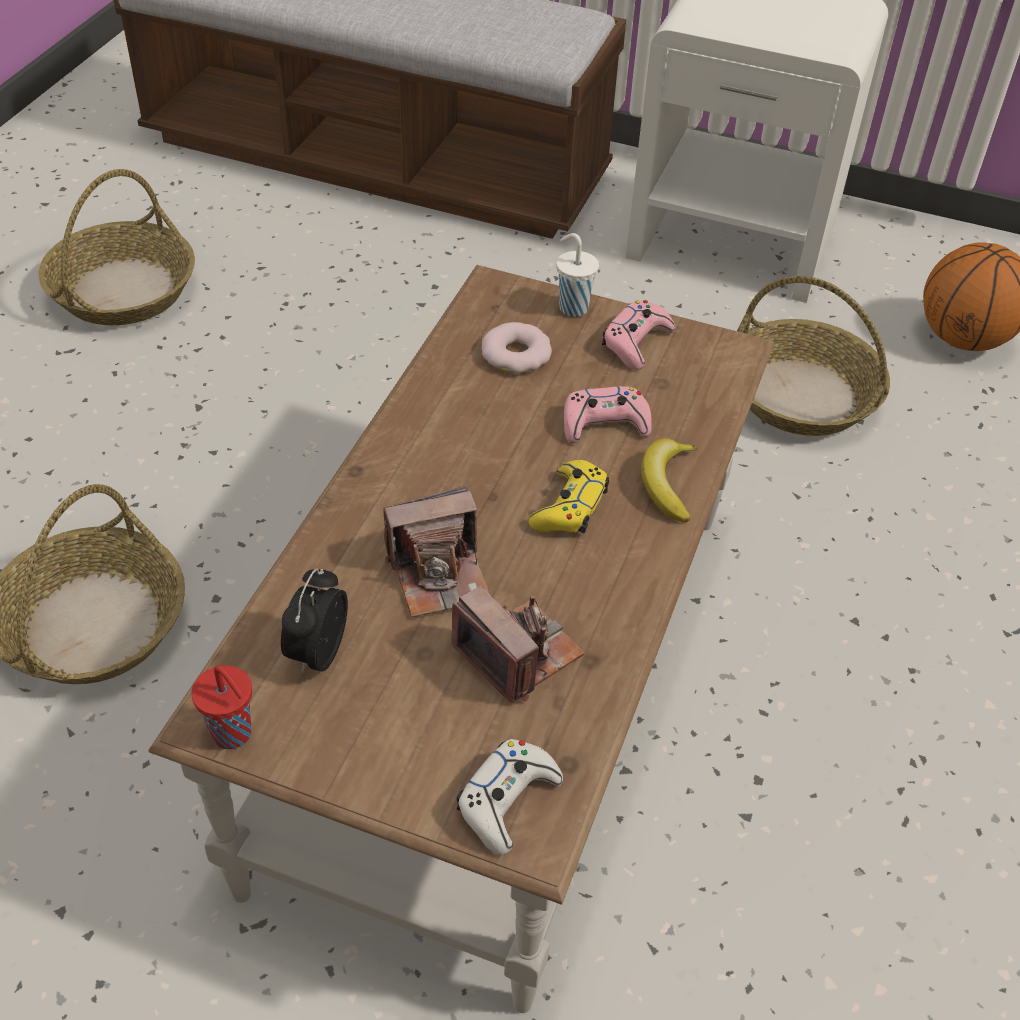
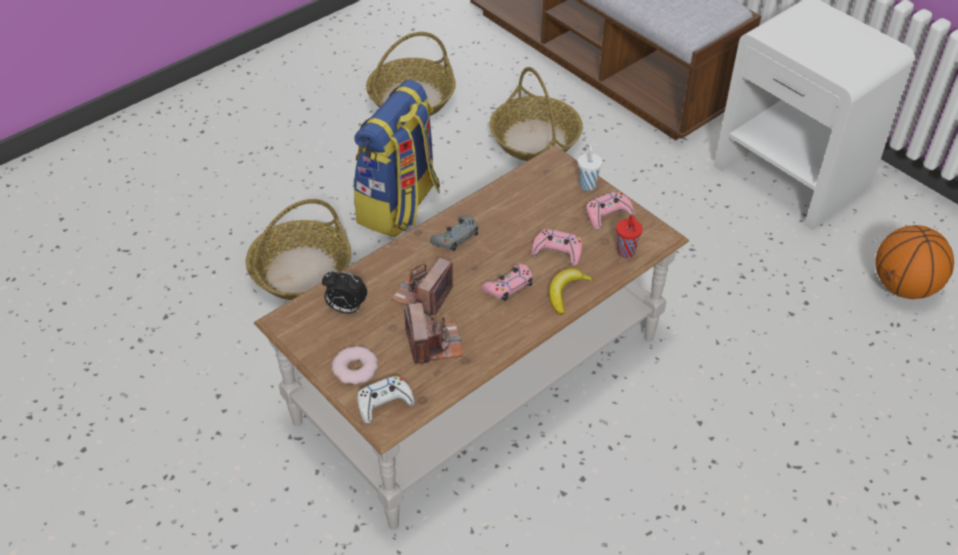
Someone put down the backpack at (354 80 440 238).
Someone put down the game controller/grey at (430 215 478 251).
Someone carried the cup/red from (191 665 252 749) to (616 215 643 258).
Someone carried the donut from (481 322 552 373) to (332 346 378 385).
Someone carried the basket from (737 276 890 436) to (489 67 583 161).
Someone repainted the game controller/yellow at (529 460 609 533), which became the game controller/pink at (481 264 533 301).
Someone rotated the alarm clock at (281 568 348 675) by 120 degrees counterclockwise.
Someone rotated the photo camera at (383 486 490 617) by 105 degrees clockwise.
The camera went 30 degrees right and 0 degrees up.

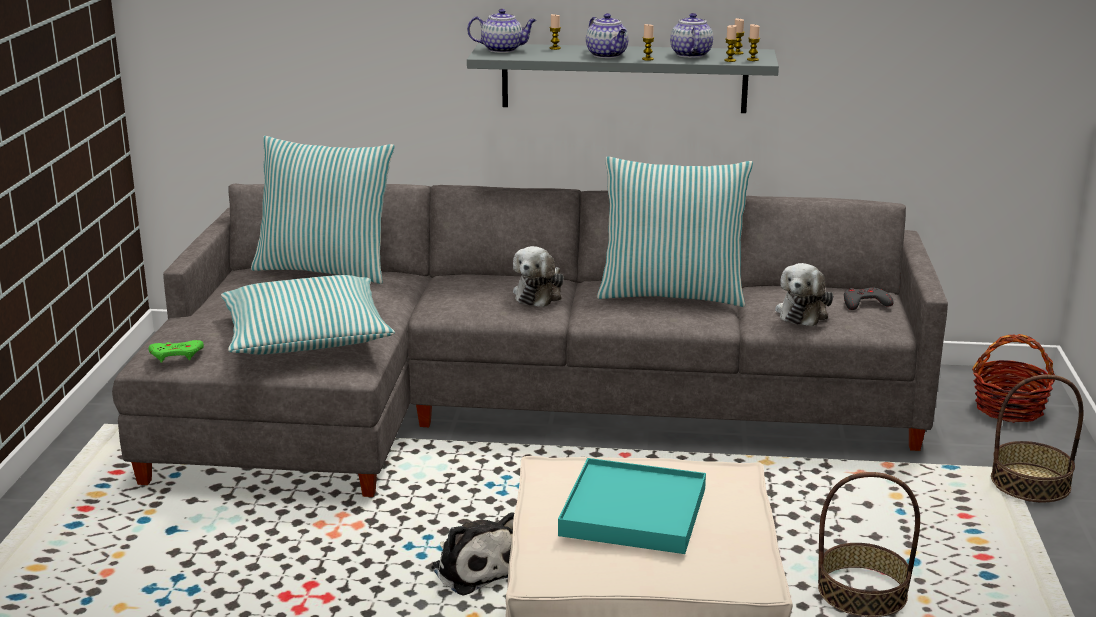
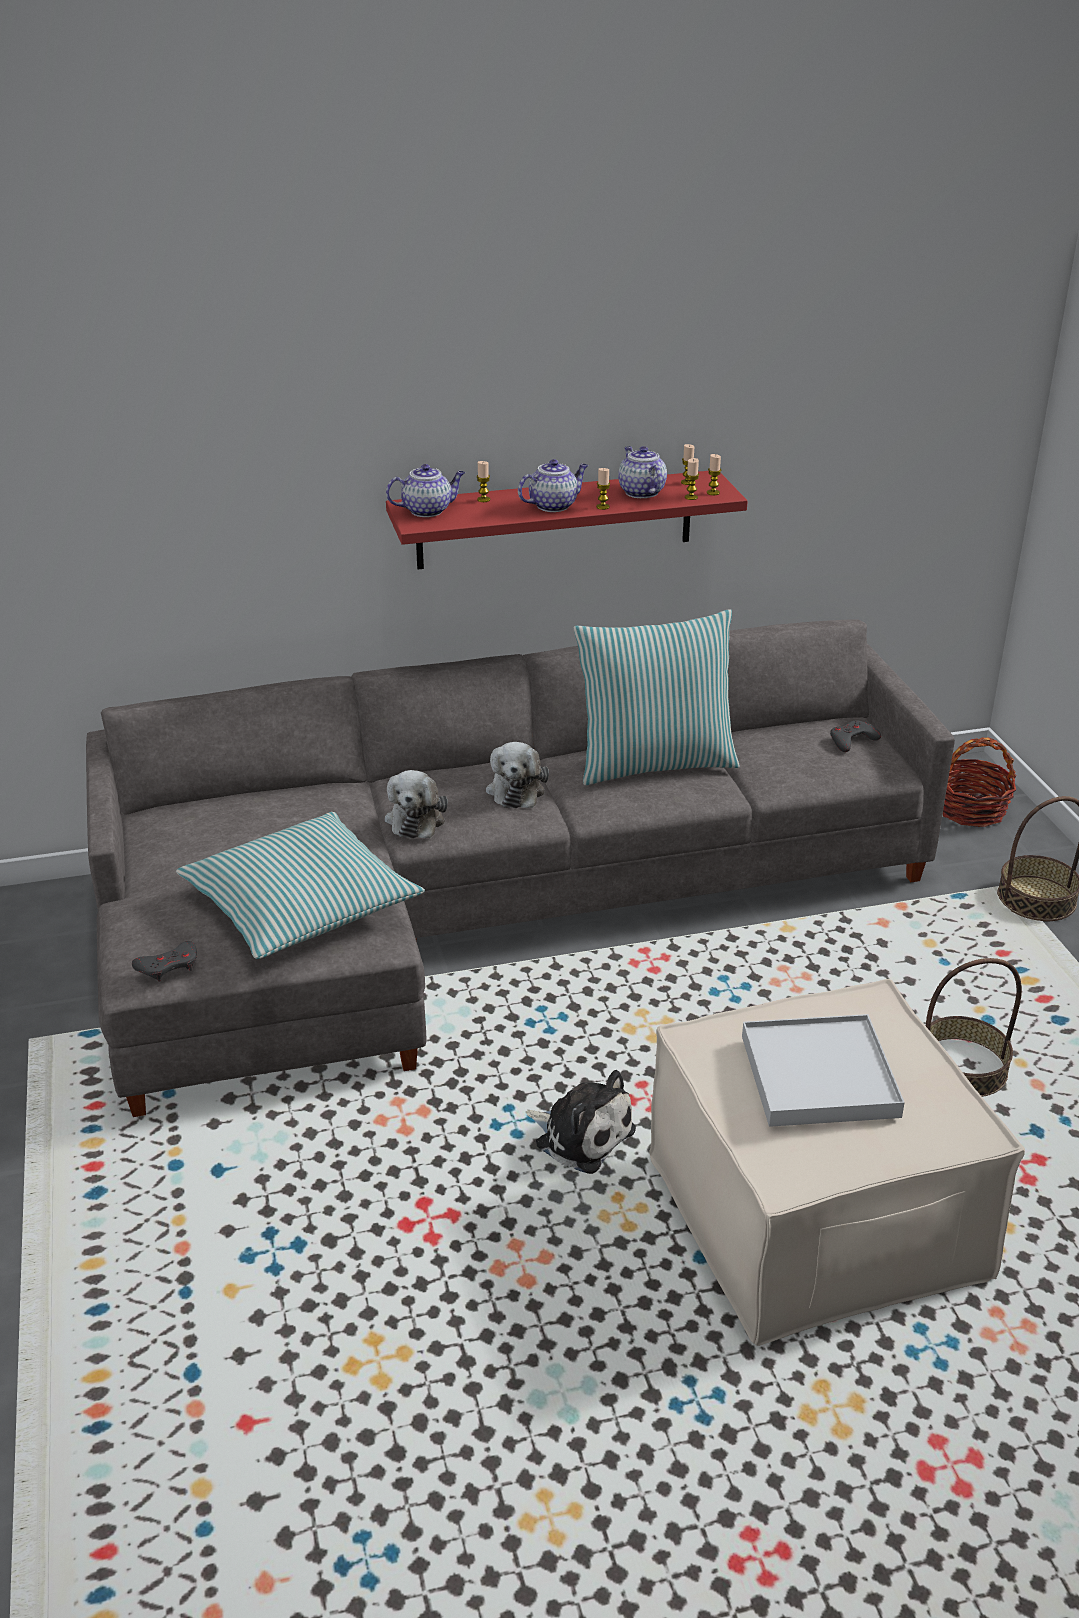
Someone took away the pillow at (251 136 394 284).
Someone carried the plush toy from (775 263 833 326) to (385 770 448 838).
Someone repainted the game controller/green at (148 340 204 363), which became the game controller/grey at (132 941 197 982).
Someone repainted the shelf/grey at (467 43 779 113), which became the shelf/red at (386 471 748 569).
Someone repainted the tray/turquoise at (558 458 706 554), which became the tray/white at (742 1014 905 1127).
Someone rotated the teapot at (586 13 628 58) by 75 degrees counterclockwise.
The camera went 20 degrees left and 10 degrees up.

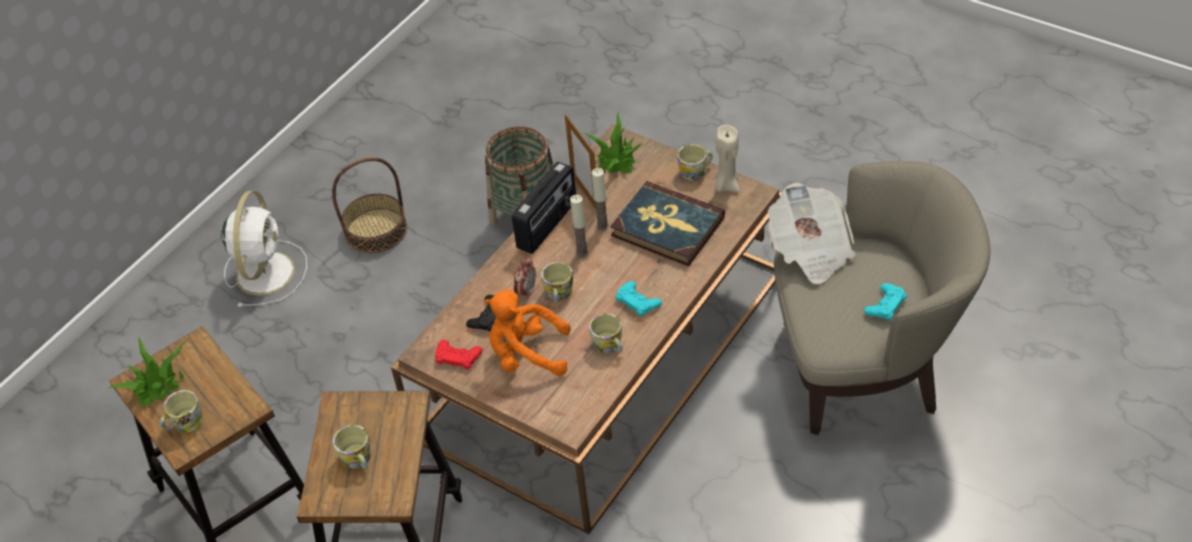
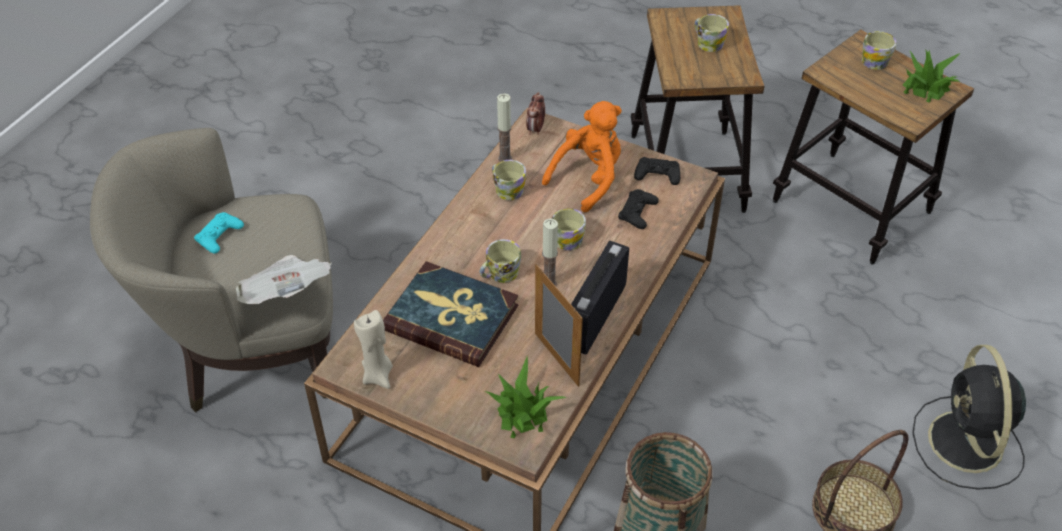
Someone took away the game controller/turquoise at (615 281 662 317).
Someone carried the alarm clock from (514 257 536 299) to (526 92 545 135).
Someone carried the candle from (591 168 609 231) to (497 93 512 162).
Someone carried the mug from (677 144 713 181) to (480 239 521 283).
Someone repainted the fan/white at (221 191 307 307), which became the fan/black at (913 345 1026 490).
Someone repainted the game controller/red at (435 340 482 370), which became the game controller/black at (634 157 680 185).
Someone rotated the plush toy/orange at (485 289 570 376) by 45 degrees counterclockwise.
The camera went 170 degrees right and 0 degrees up.

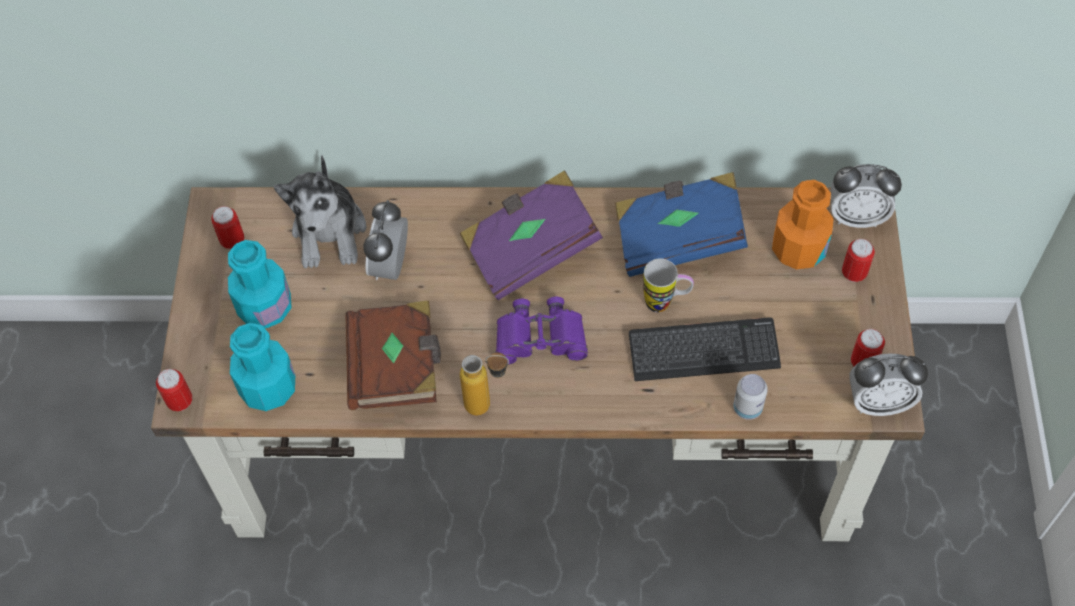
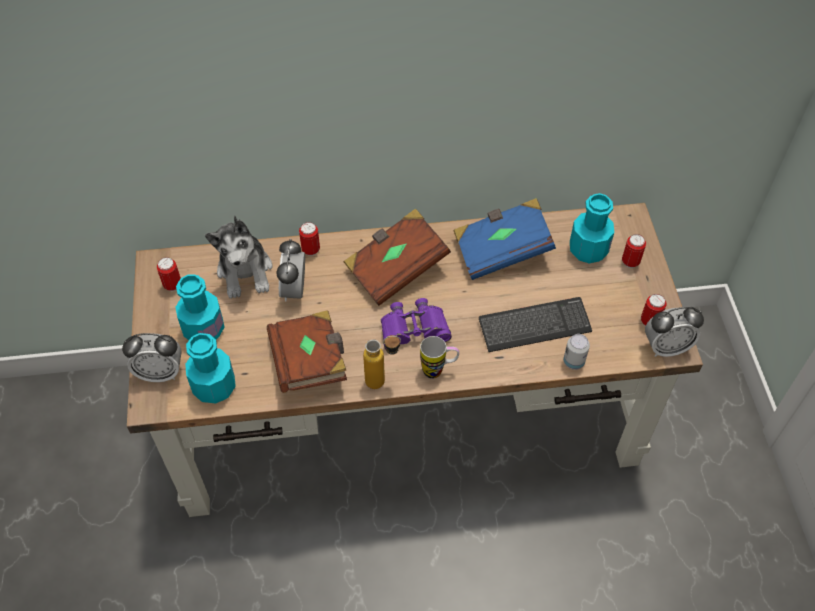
Someone carried the can from (156 369 192 411) to (299 222 320 256).
Someone carried the mug from (643 258 694 313) to (420 336 459 379).
Someone carried the alarm clock from (831 164 902 228) to (122 333 182 382).
Someone repainted the book/purple at (460 171 603 300), which became the book/brown at (344 208 451 306).
Someone repainted the bottle/orange at (772 180 834 269), which became the bottle/turquoise at (570 193 614 264).
The camera went 10 degrees left and 5 degrees down.

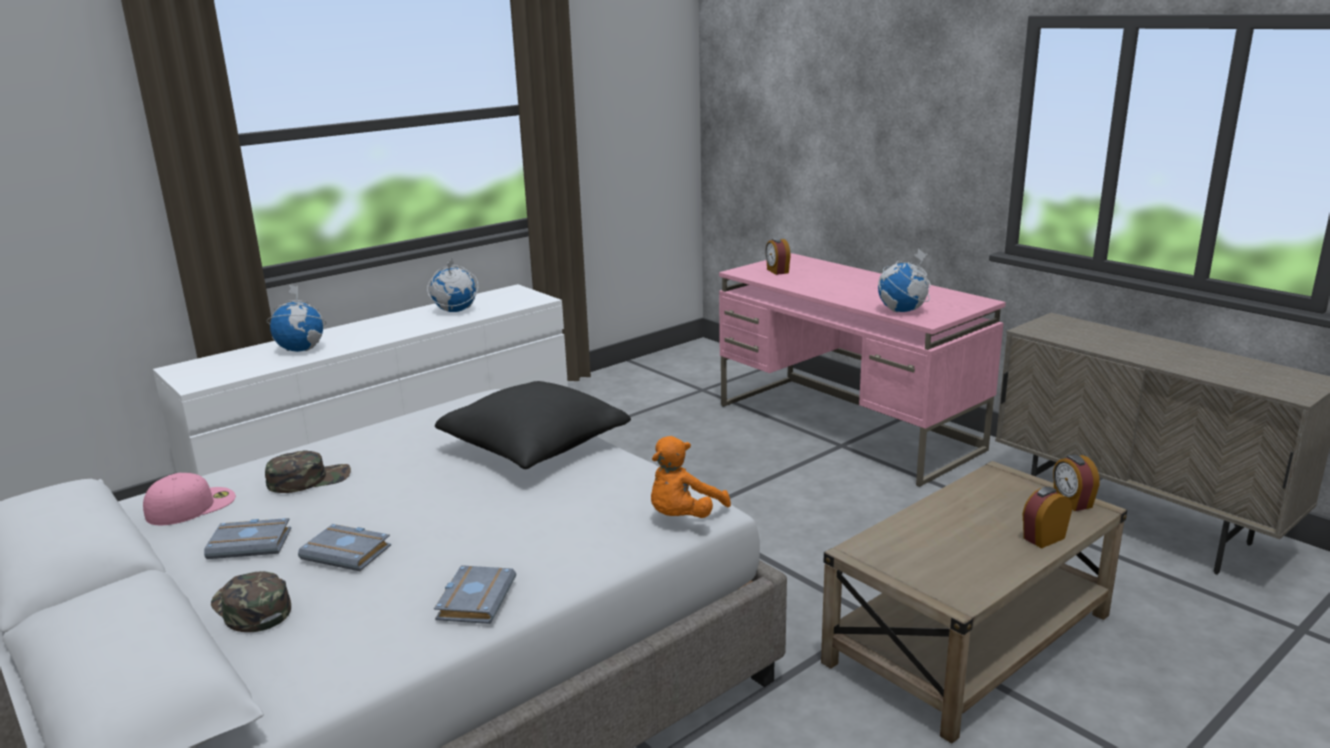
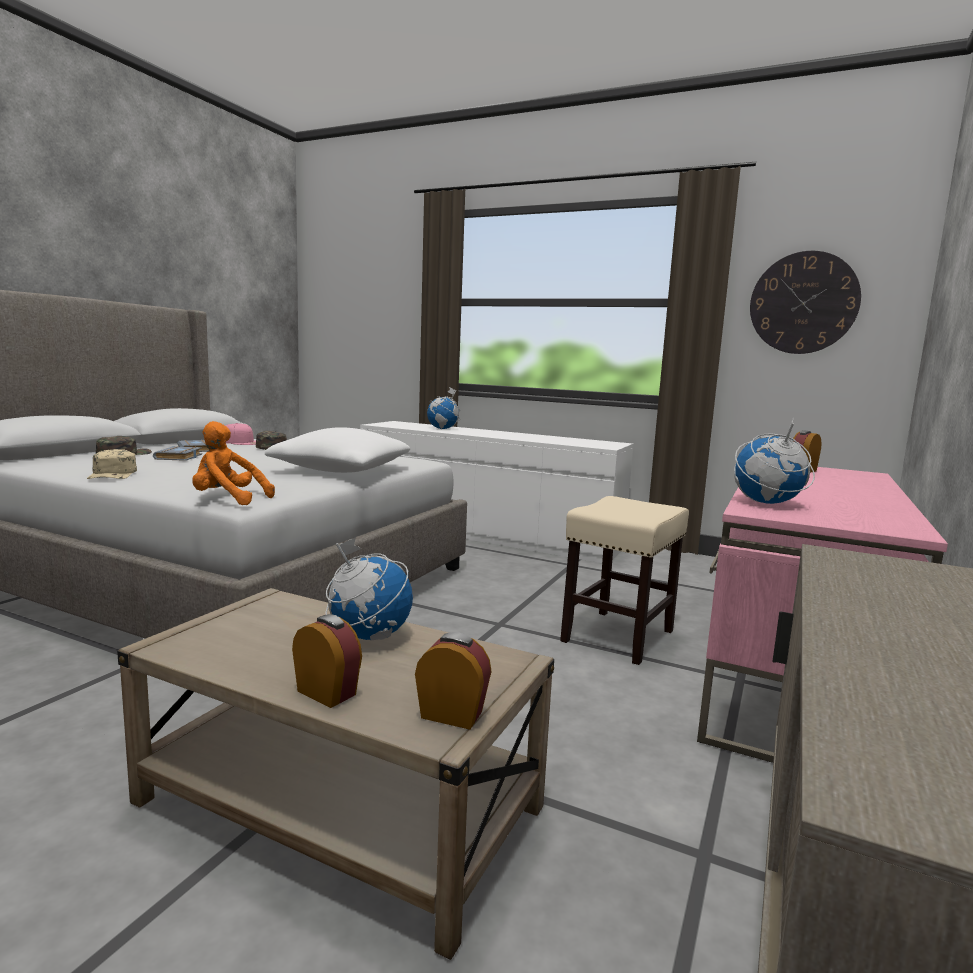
Someone put down the stool/beige at (560 496 689 665).
Someone put up the wall clock at (750 251 861 354).
Someone carried the globe from (427 257 478 312) to (325 537 413 641).
Someone swapped the book/grey at (434 565 516 624) for the cap/beige at (87 449 137 479).
Someone repainted the pillow/black at (435 381 631 469), which became the pillow/white at (265 427 410 473).
Someone rotated the alarm clock at (1053 454 1100 511) by 60 degrees clockwise.
The camera went 65 degrees right and 10 degrees down.

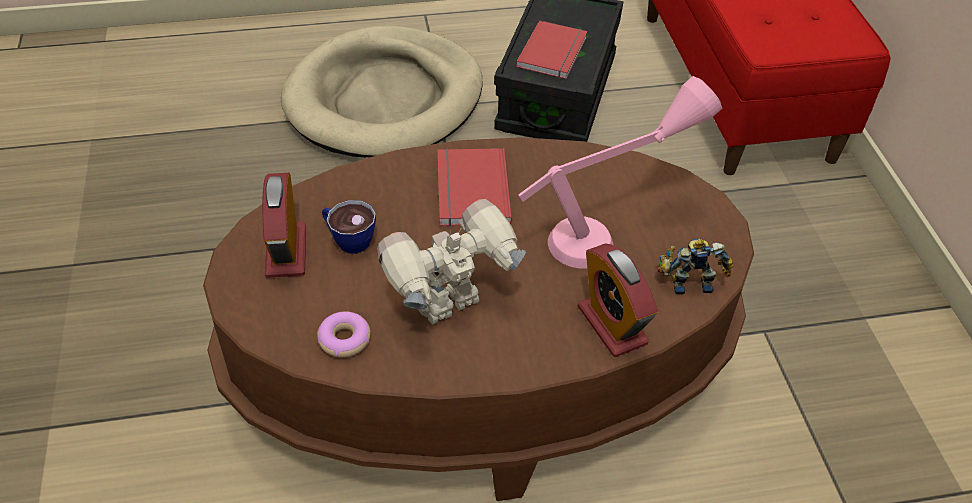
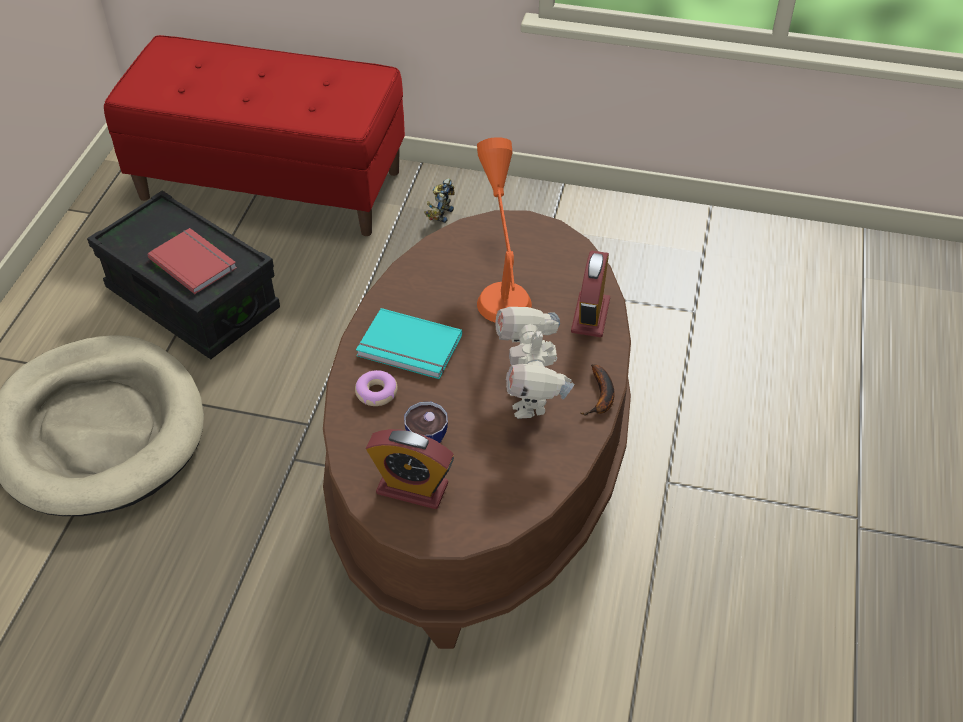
Someone put down the banana at (581 364 615 416).
Someone carried the donut from (317 311 371 357) to (355 370 398 406).
Someone carried the toy robot from (658 239 733 294) to (424 178 455 223).
Someone repainted the book/red at (438 148 512 227), which became the book/turquoise at (356 308 462 379).
Someone repainted the table lamp/pink at (518 76 722 269), which became the table lamp/orange at (477 137 532 322).
Someone rotated the alarm clock at (578 243 658 357) by 105 degrees clockwise.
The camera went 65 degrees left and 0 degrees up.

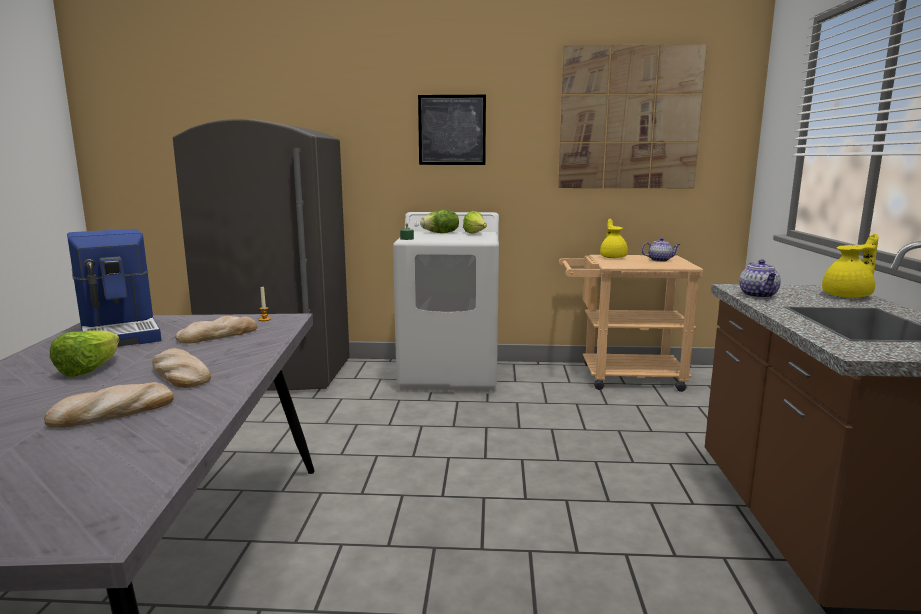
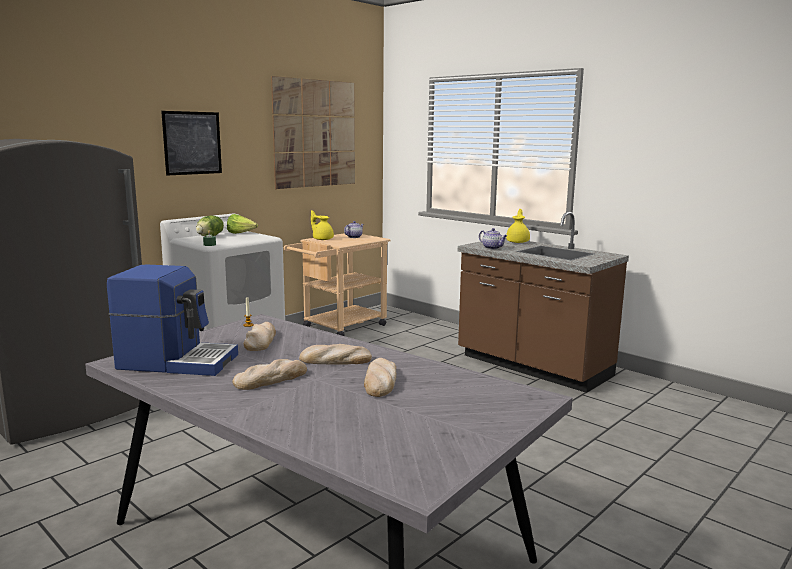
Someone swapped the lettuce at (50 330 119 377) for the bread at (232 359 307 390).
The camera went 50 degrees left and 0 degrees up.

